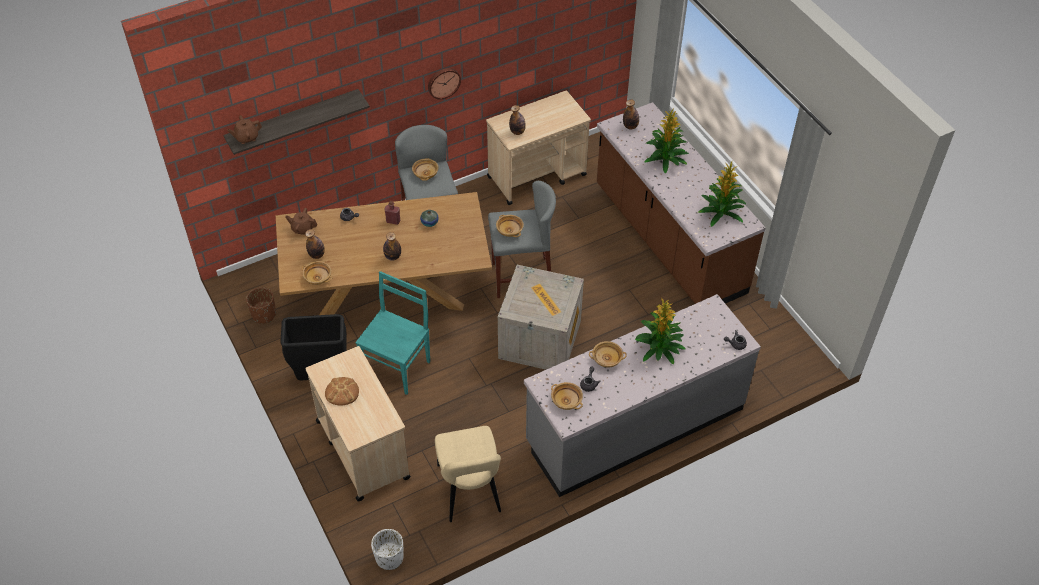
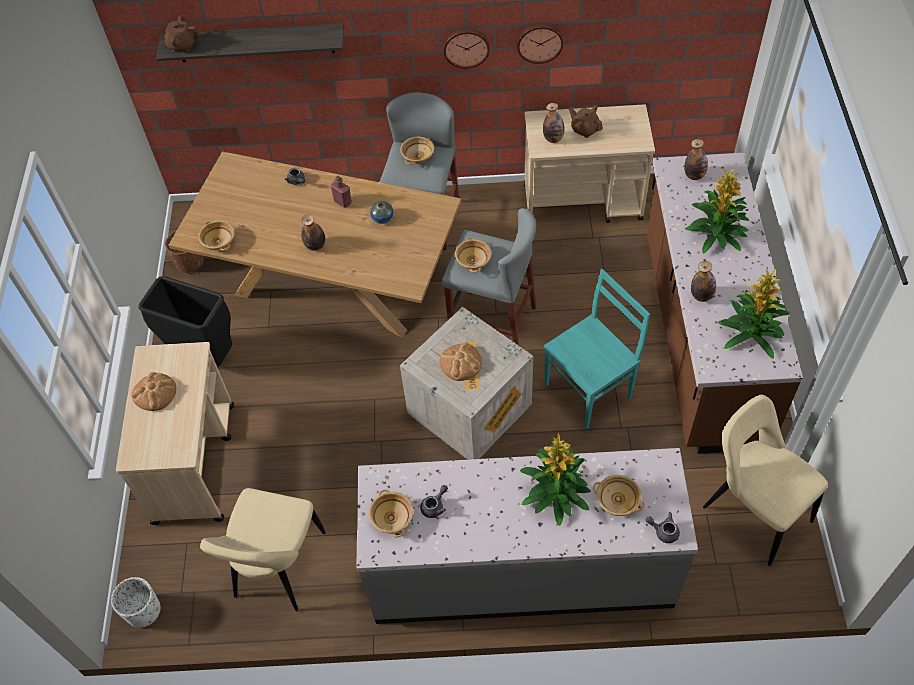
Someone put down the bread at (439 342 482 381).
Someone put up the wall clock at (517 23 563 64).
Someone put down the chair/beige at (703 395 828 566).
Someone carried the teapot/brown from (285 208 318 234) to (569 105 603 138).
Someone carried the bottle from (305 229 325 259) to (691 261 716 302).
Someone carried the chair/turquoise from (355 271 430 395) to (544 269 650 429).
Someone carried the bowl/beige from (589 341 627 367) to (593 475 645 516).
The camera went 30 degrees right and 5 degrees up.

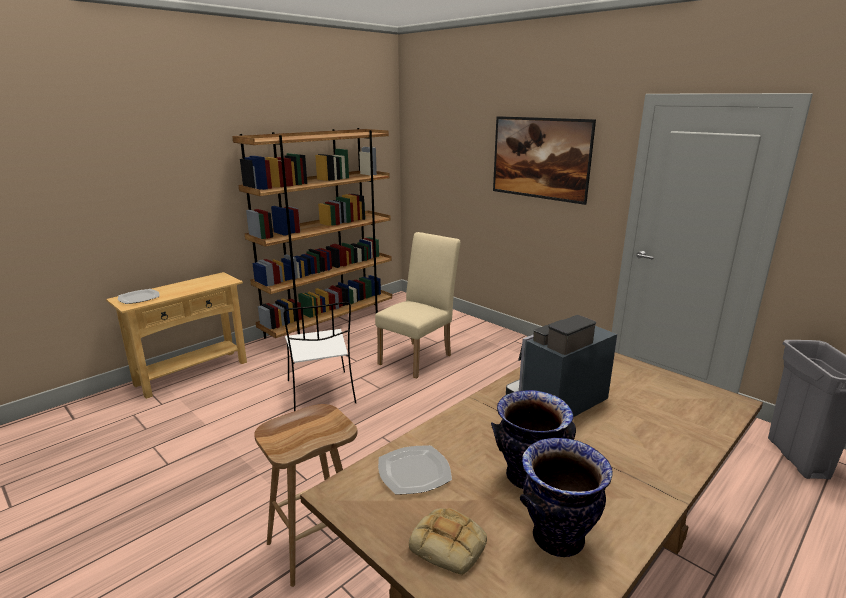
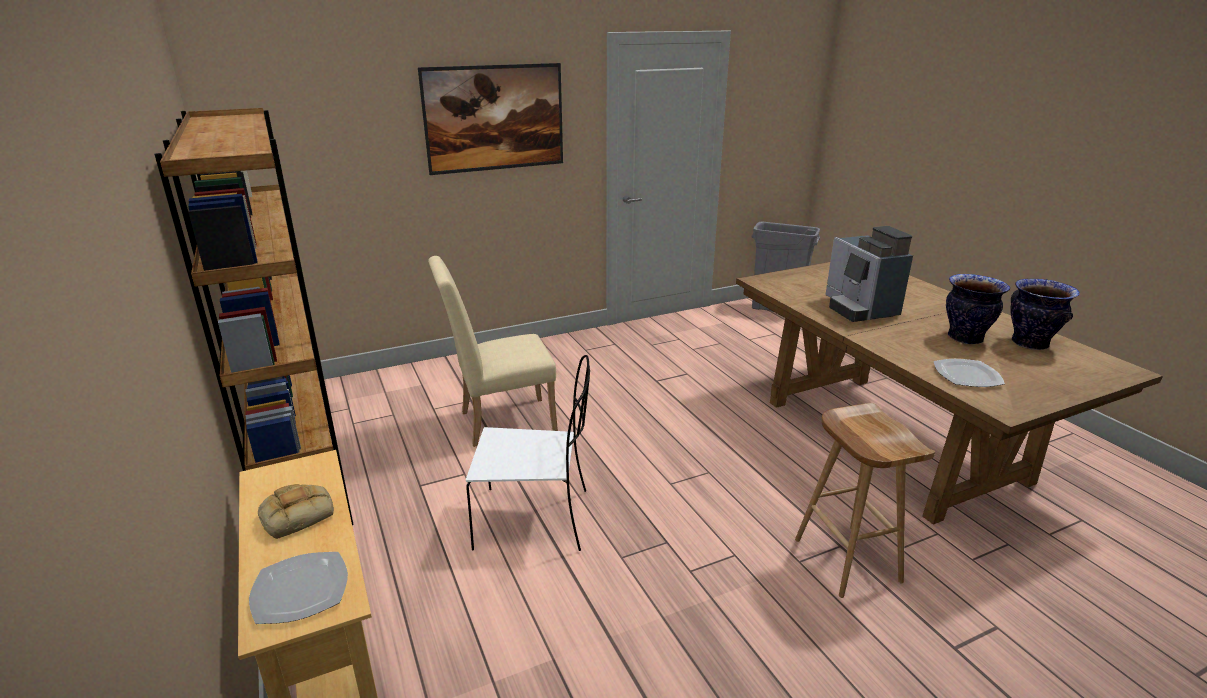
Someone carried the bread from (409 508 487 575) to (258 484 334 539).
Someone rotated the chair/beige at (375 232 461 379) by 75 degrees counterclockwise.
The camera went 70 degrees left and 5 degrees up.

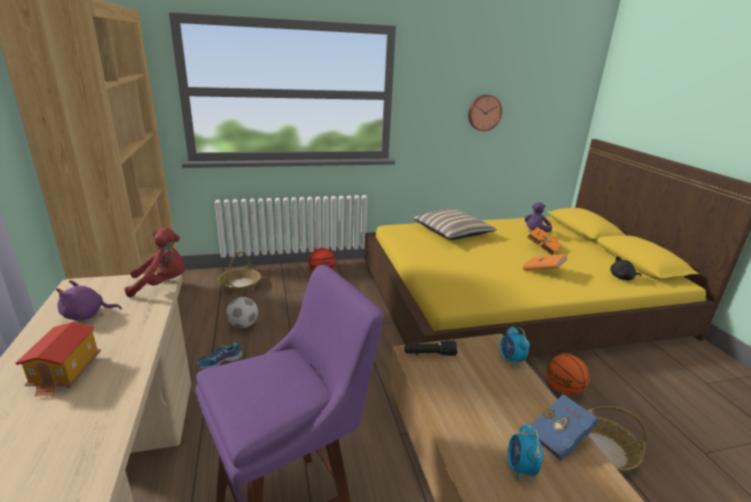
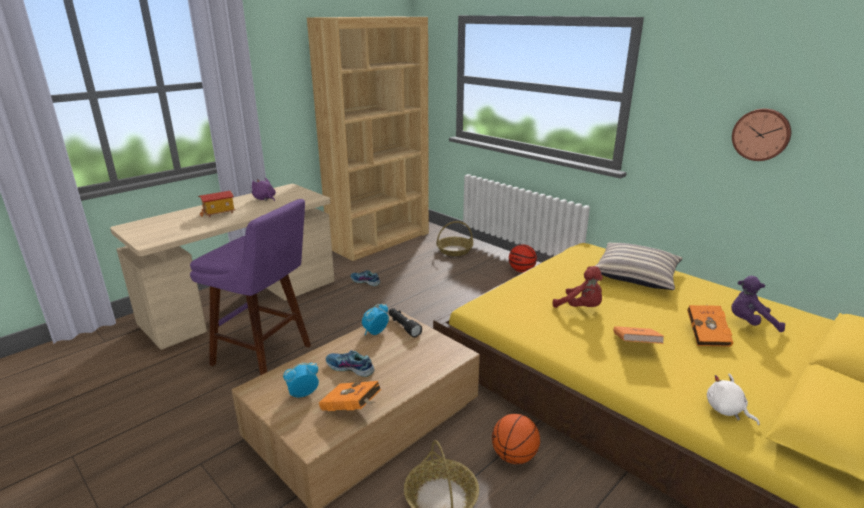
Someone took away the football at (226 297 258 328).
Someone put down the shoe at (326 350 375 377).
Someone carried the plush toy/red from (125 227 185 298) to (553 266 603 308).
Someone carried the alarm clock from (500 326 530 368) to (362 304 389 335).
Someone repainted the book/blue at (528 394 599 461), which became the book/orange at (319 381 381 411).
Someone repainted the plush toy/black at (610 256 642 280), which became the plush toy/white at (707 373 760 425).
The camera went 60 degrees right and 0 degrees up.

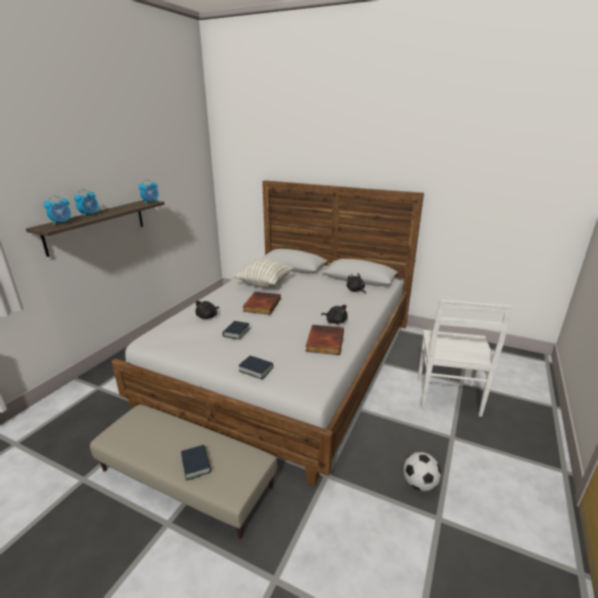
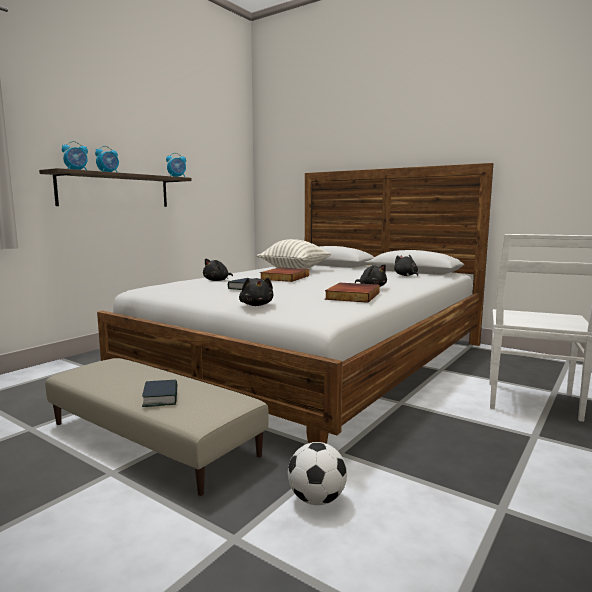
Someone carried the football from (403 452 441 491) to (288 442 347 505).
Someone swapped the book at (238 356 273 379) for the plush toy/black at (239 278 273 306).
The camera went 10 degrees right and 15 degrees down.

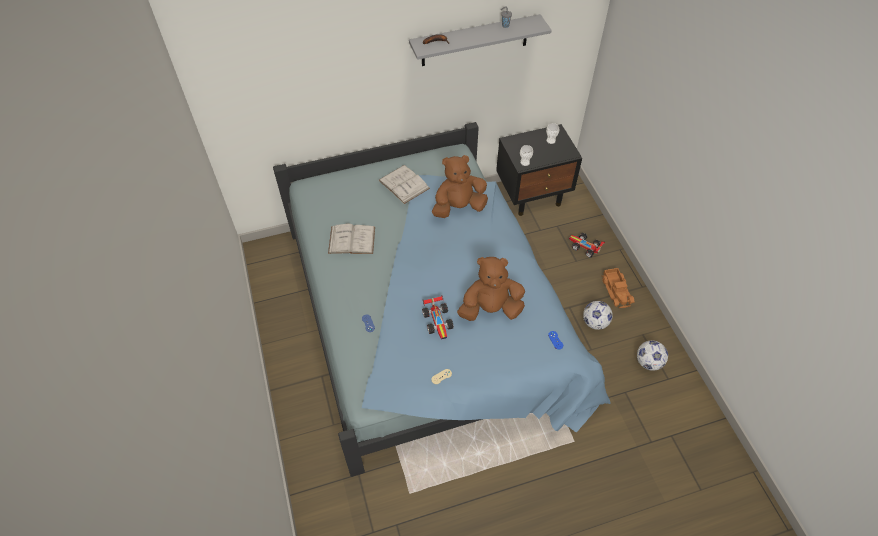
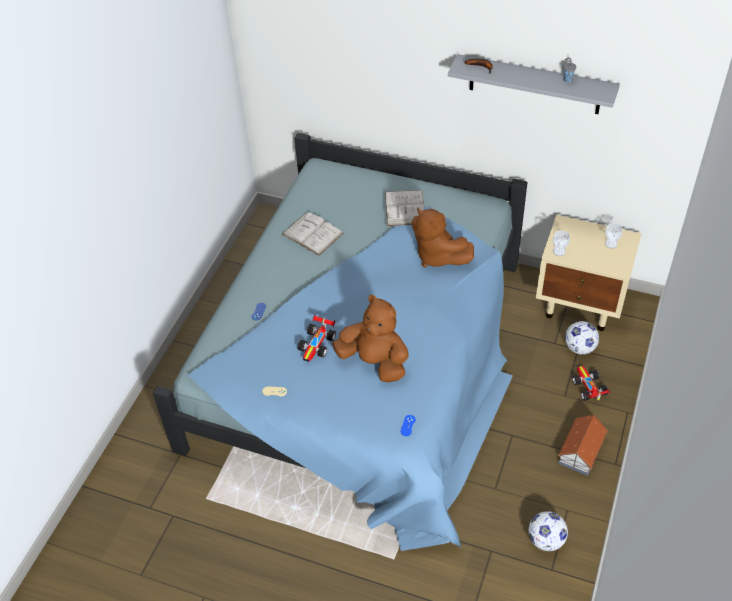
Someone carried the football from (583 301 613 330) to (565 321 599 355).
Someone swapped the toy truck at (602 268 635 308) for the toy house at (558 415 608 476).
Someone repainted the nightstand/black at (496 124 582 216), which became the nightstand/beige at (536 215 642 331).
Someone rotated the plush toy/brown at (432 155 488 218) by 150 degrees counterclockwise.
The camera went 40 degrees right and 5 degrees down.

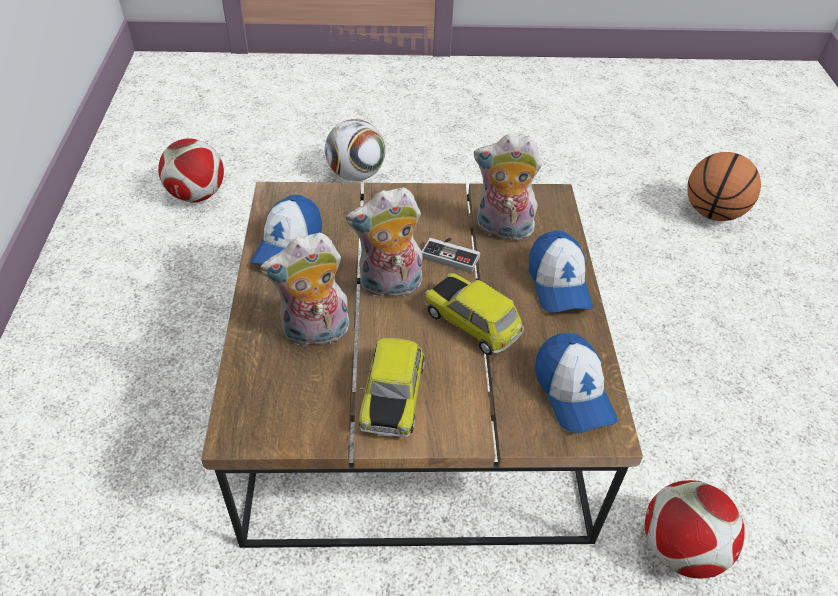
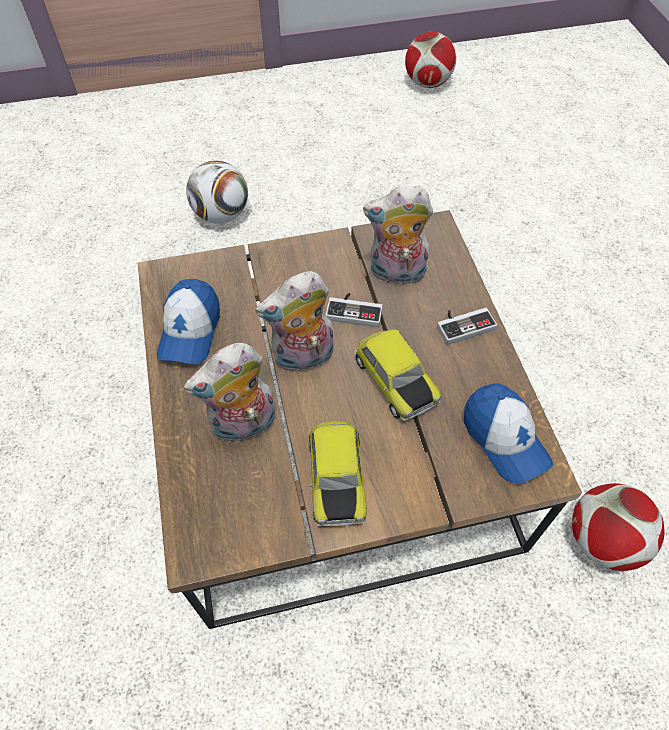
Someone took away the basketball at (687 152 761 221).
Someone carried the football from (158 138 224 202) to (405 32 456 88).
Someone swapped the cap at (529 231 593 313) for the game controller at (437 308 498 345).
Someone rotated the toy car at (425 273 524 355) by 150 degrees counterclockwise.
The camera went 10 degrees left and 10 degrees up.

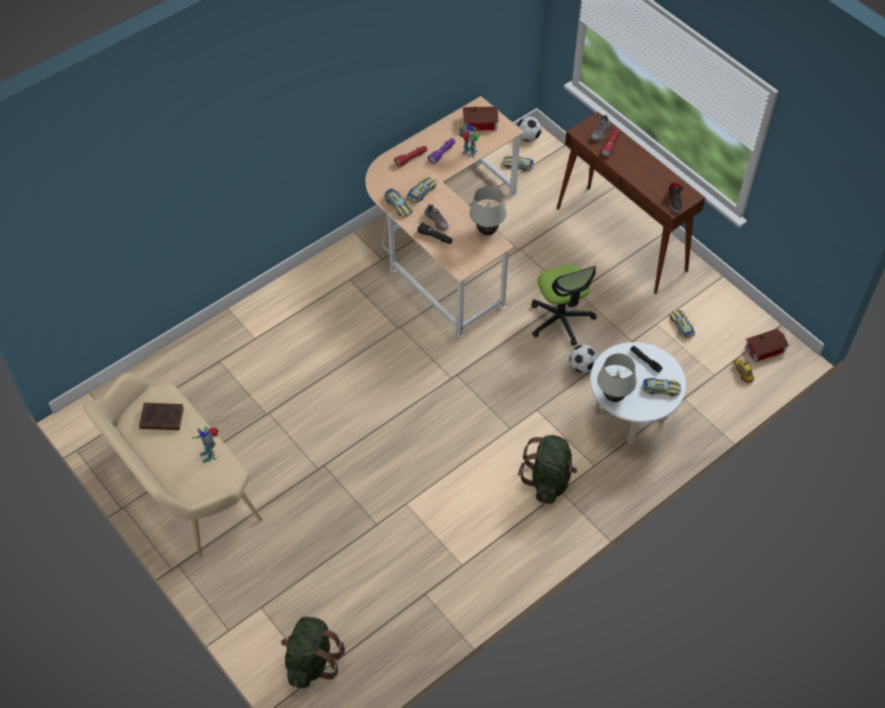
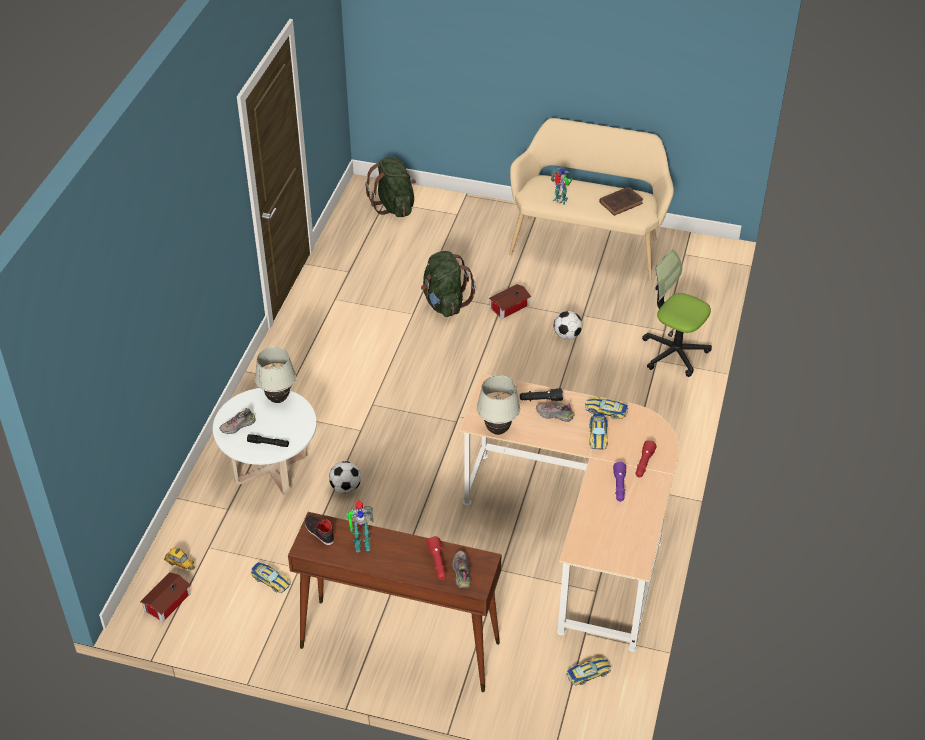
Someone carried the toy robot from (459 124 481 158) to (346 500 373 553).
Someone carried the toy house from (463 106 498 130) to (488 284 531 319).
Someone carried the football from (517 116 542 142) to (554 311 583 340).
Someone carried the backpack/green from (518 435 577 504) to (421 251 476 317).
Someone carried the office chair from (532 265 597 346) to (642 250 712 377).
Someone swapped the toy car at (642 378 681 397) for the shoe at (219 408 256 434).
The camera went 145 degrees right and 10 degrees down.

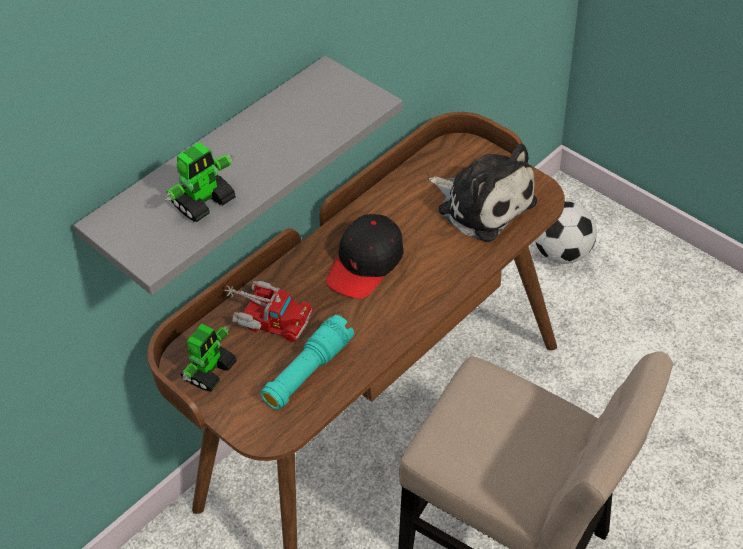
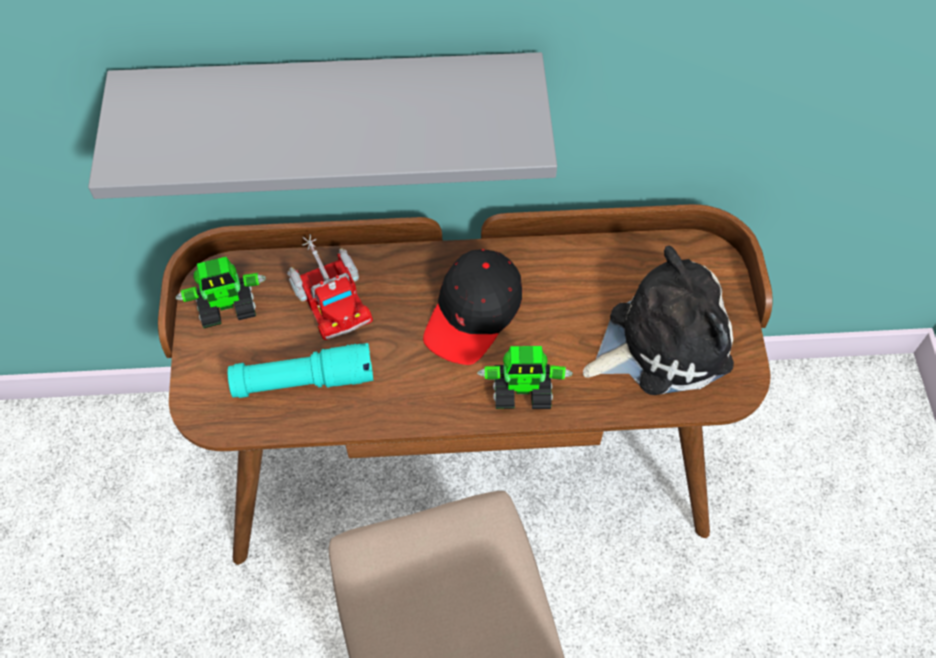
Someone took away the football at (535 201 597 264).
Someone carried the toy robot from (164 142 236 222) to (477 346 573 409).
Someone rotated the cap/black at (326 214 404 299) by 45 degrees counterclockwise.
Someone rotated the plush toy at (429 143 537 242) by 105 degrees counterclockwise.
The camera went 40 degrees right and 10 degrees up.

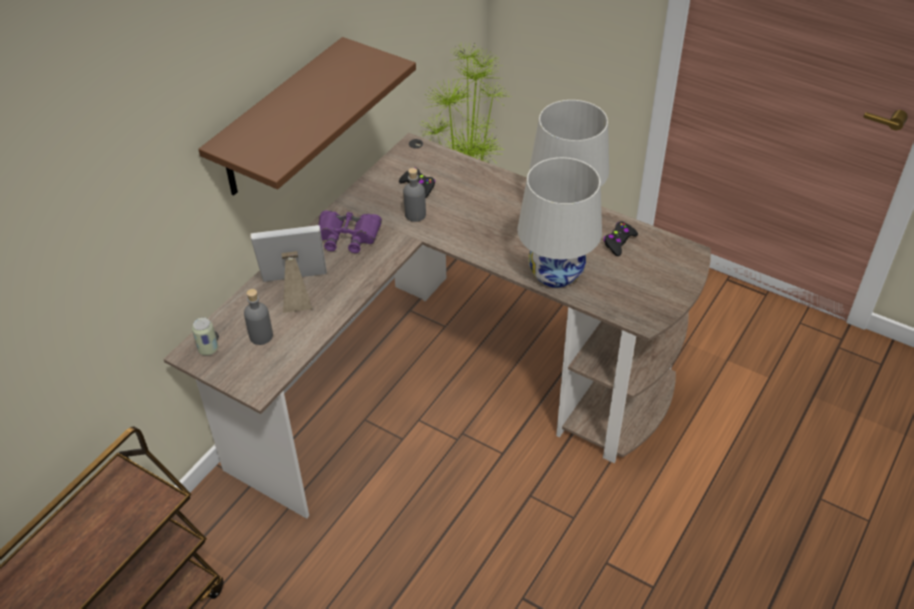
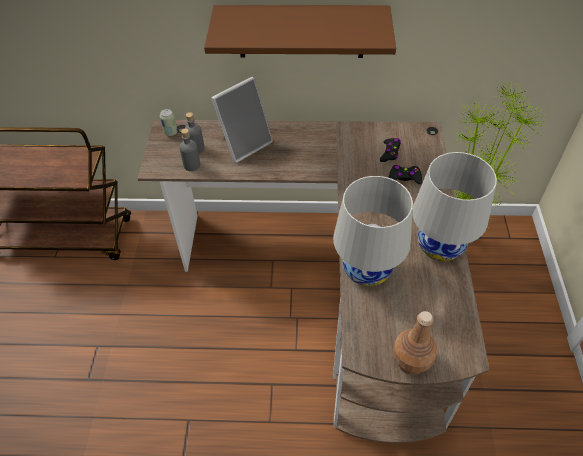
Someone took away the binoculars/purple at (318 211 382 253).
Someone put down the bottle/brown at (393 311 437 375).
Someone carried the bottle/grey from (403 168 426 222) to (179 129 200 171).
Someone carried the game controller/black from (603 221 638 256) to (389 165 422 184).
Someone rotated the picture frame at (250 225 327 313) by 90 degrees clockwise.
The camera went 60 degrees right and 5 degrees up.

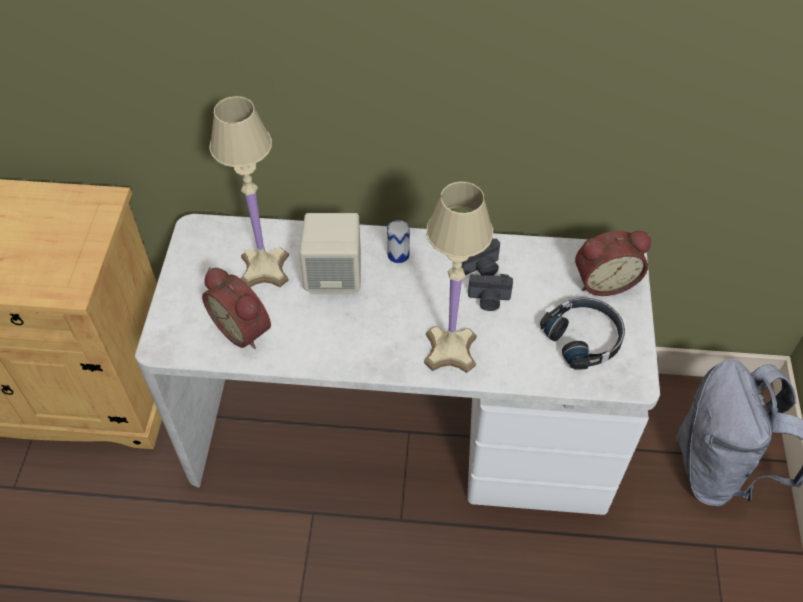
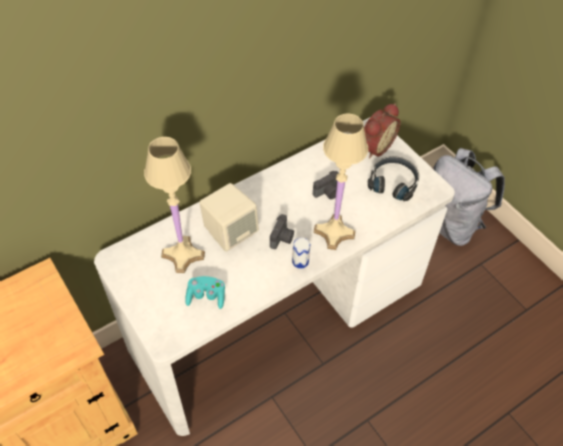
Someone carried the can from (387 220 410 263) to (292 237 310 269).
Someone carried the photo camera from (461 239 500 276) to (270 214 294 249).
Someone swapped the alarm clock at (202 267 271 349) for the game controller/turquoise at (185 276 225 309).
The camera went 40 degrees left and 0 degrees up.

